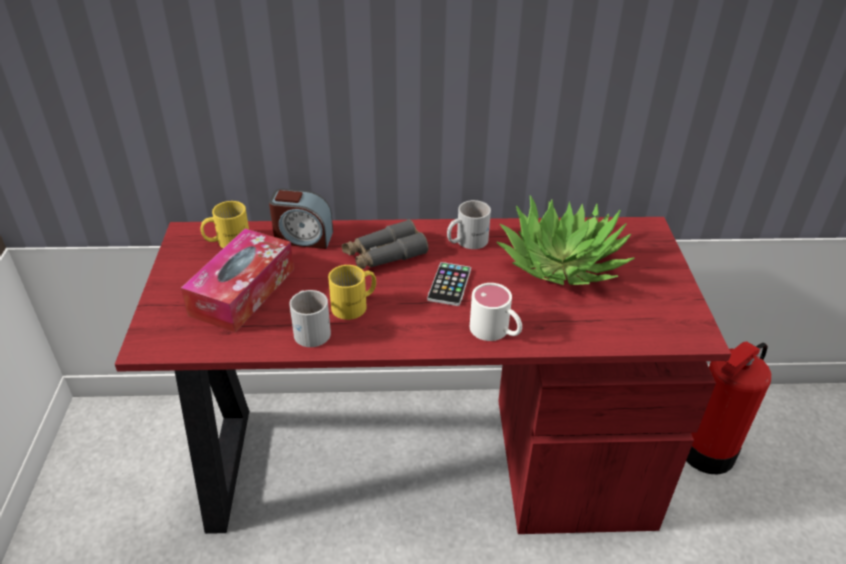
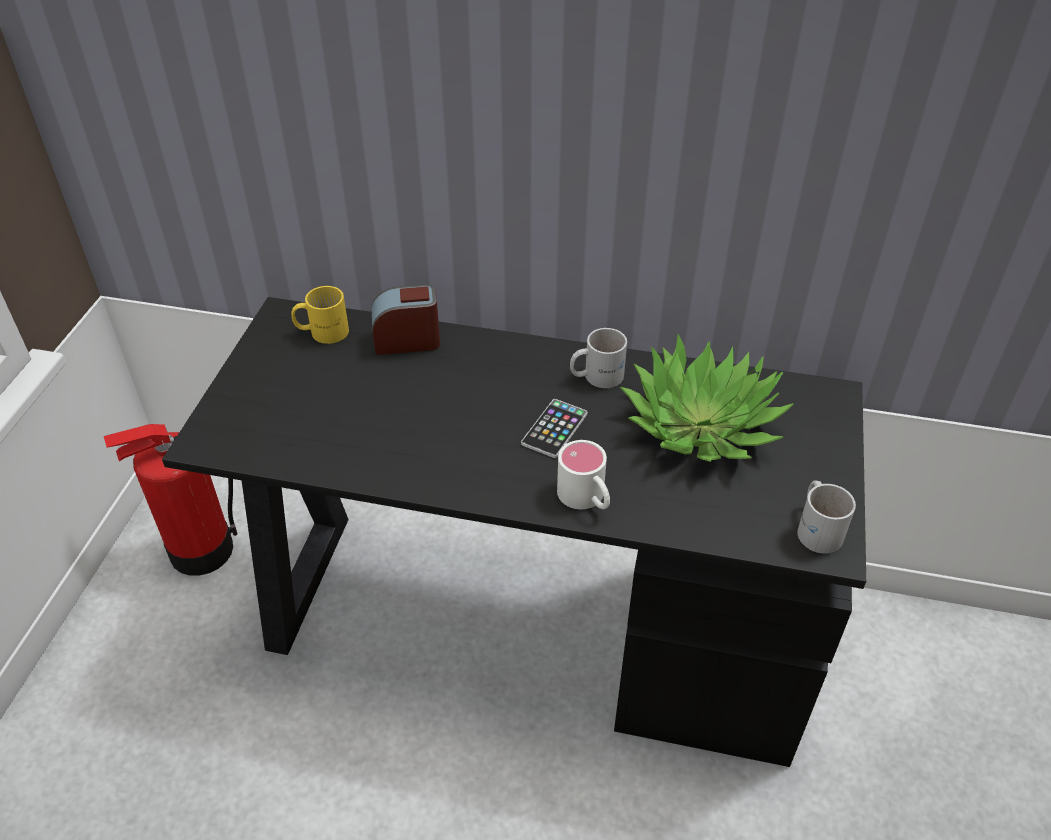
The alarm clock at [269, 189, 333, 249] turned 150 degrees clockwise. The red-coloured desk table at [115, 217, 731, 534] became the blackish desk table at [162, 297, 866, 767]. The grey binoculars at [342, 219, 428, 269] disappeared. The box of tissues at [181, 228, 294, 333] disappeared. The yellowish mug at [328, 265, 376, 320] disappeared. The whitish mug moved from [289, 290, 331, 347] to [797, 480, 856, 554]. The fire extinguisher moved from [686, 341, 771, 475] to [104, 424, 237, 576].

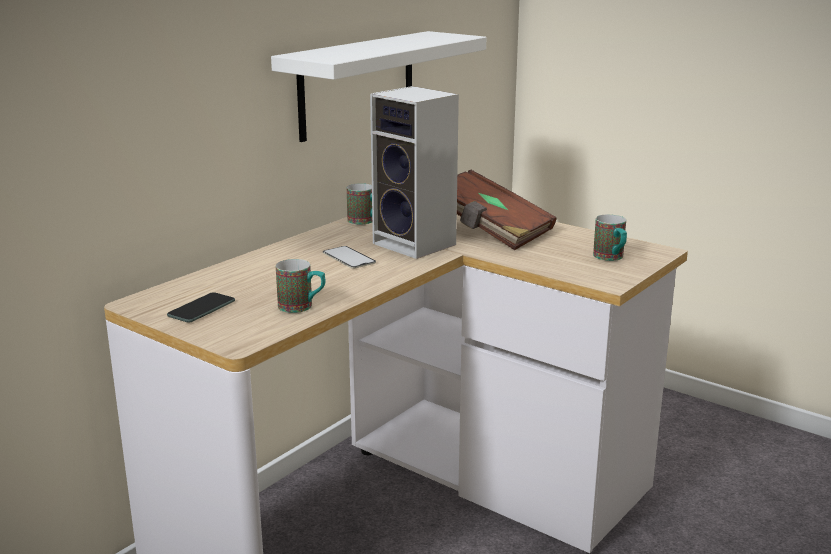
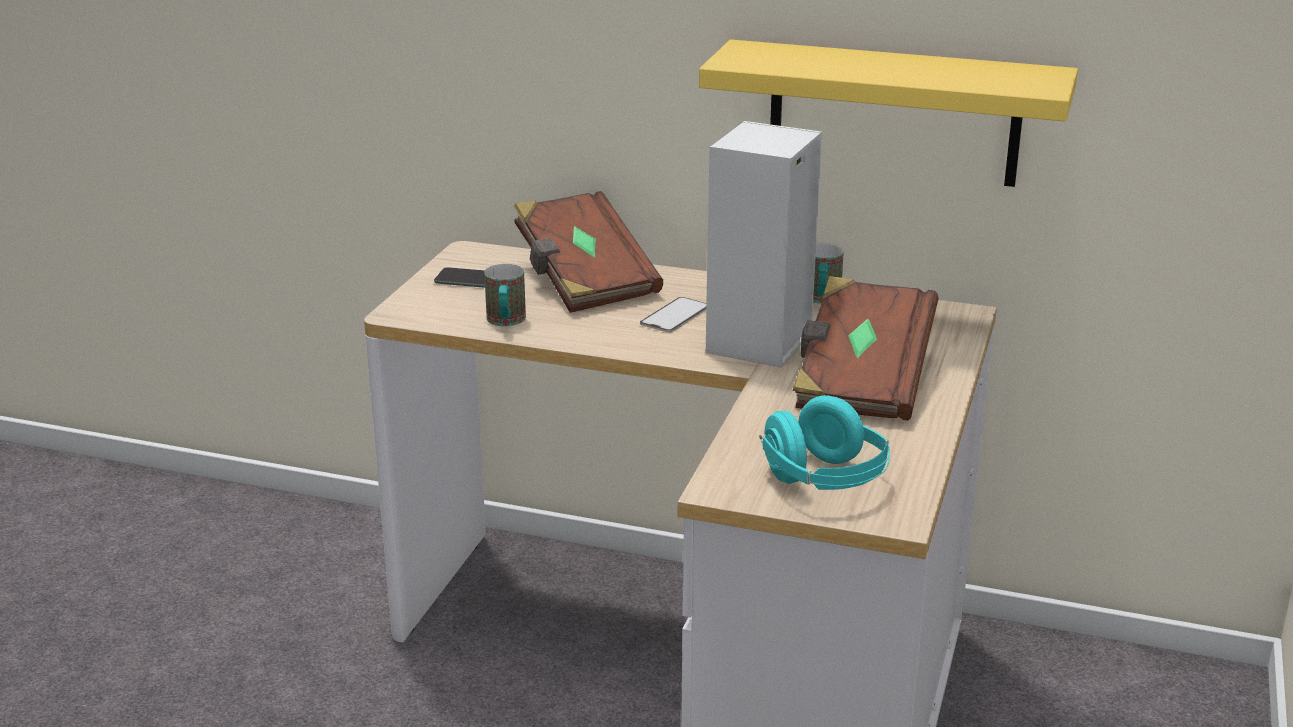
The whitish bracket shelf at [271, 31, 486, 142] became the yellowish bracket shelf at [699, 40, 1078, 187]. The mug at [593, 214, 627, 261] was replaced by the turquoise-coloured headphones at [759, 395, 890, 490]. The brown-coloured bound book at [514, 191, 663, 313] appeared.

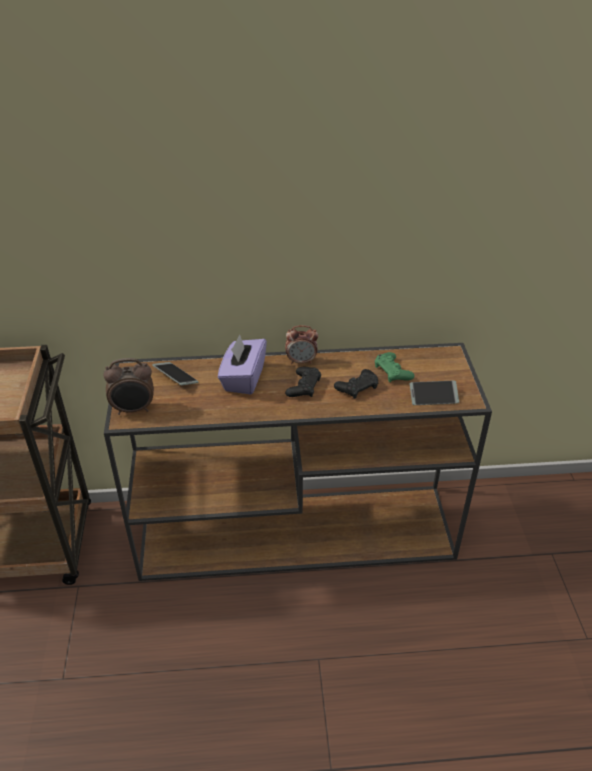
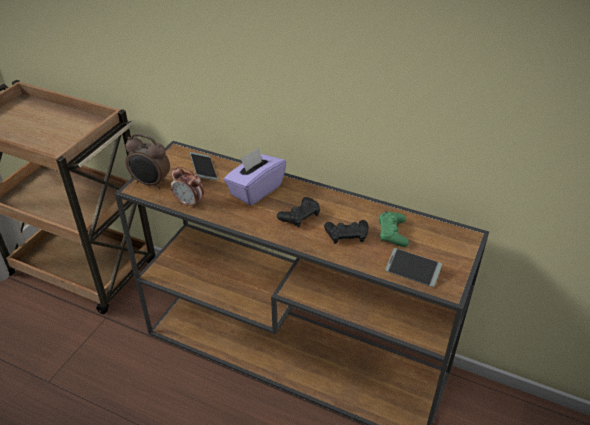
The alarm clock moved from [285, 325, 318, 364] to [171, 166, 204, 209].

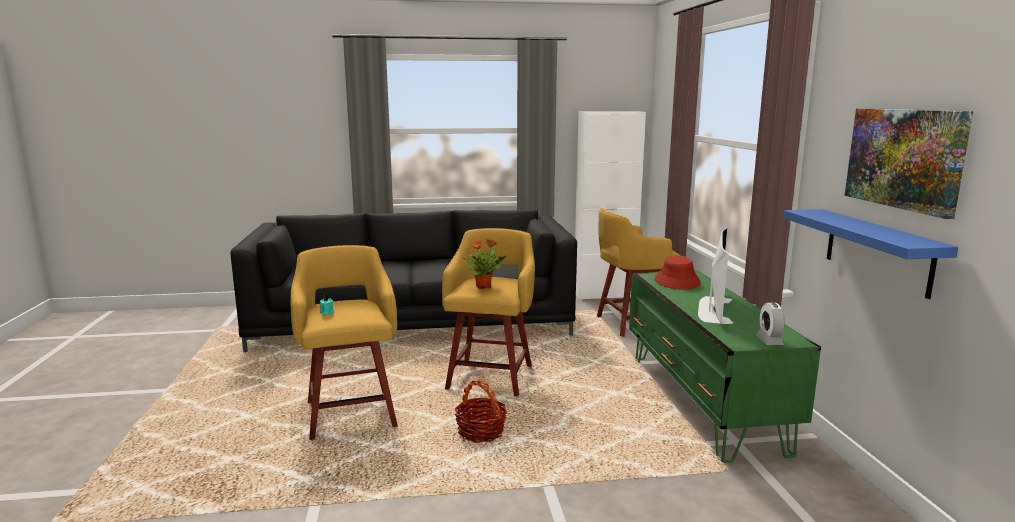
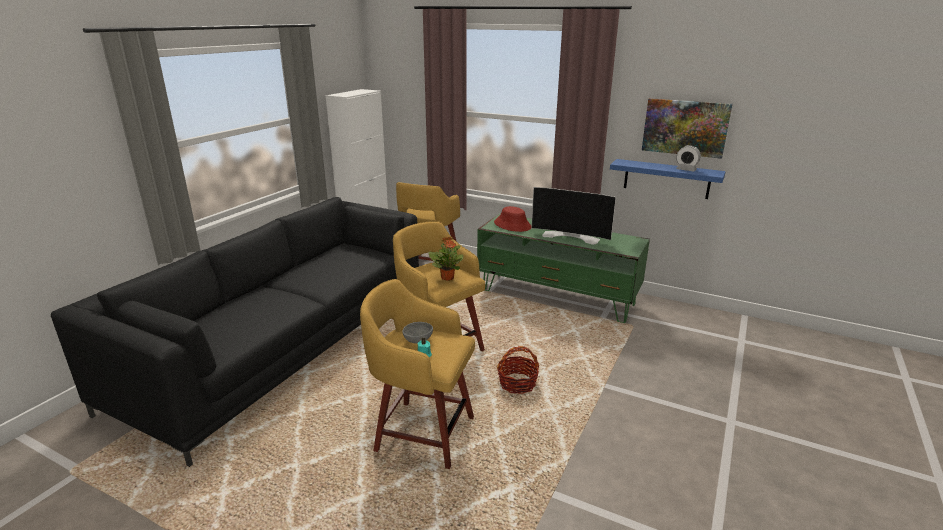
The TV at [698, 228, 733, 324] turned 150 degrees clockwise. The alarm clock moved from [756, 302, 785, 345] to [676, 145, 701, 172]. The grey bowl at [402, 322, 433, 343] appeared.

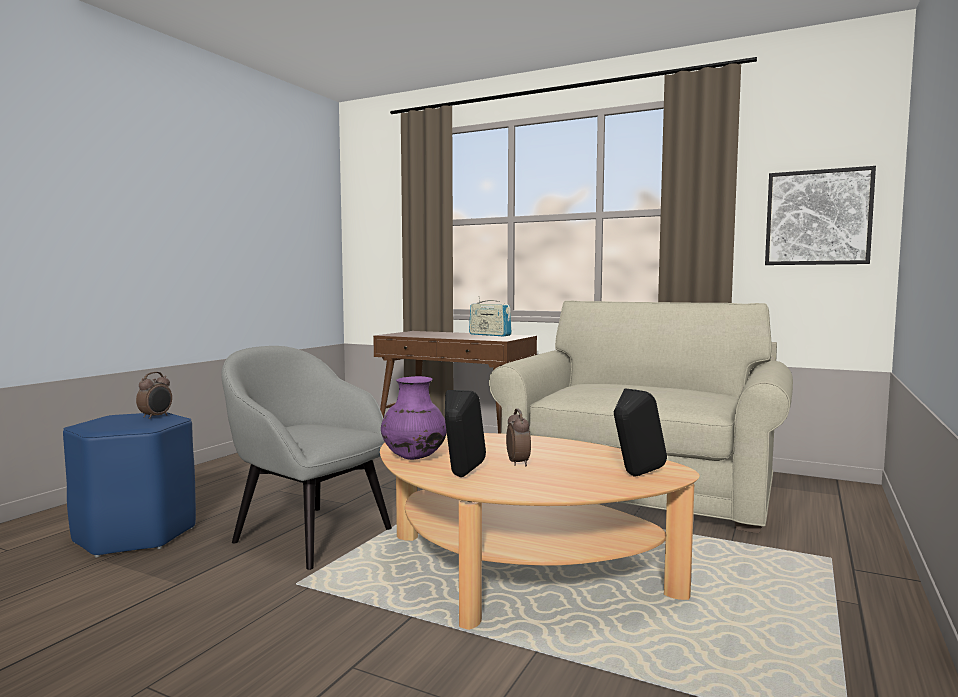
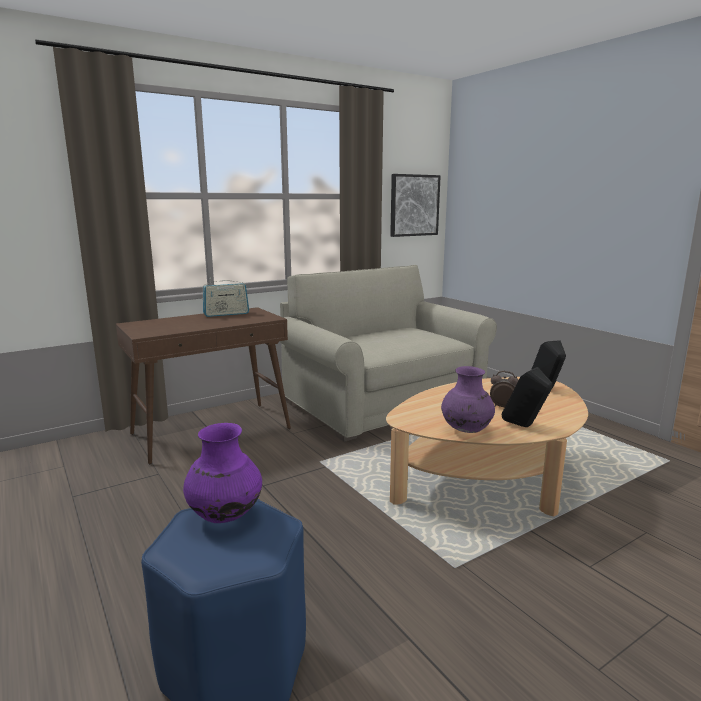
The grey armchair at [221, 346, 392, 570] disappeared. The alarm clock at [136, 372, 172, 419] was replaced by the purple-coloured decorative vase at [183, 423, 262, 523].

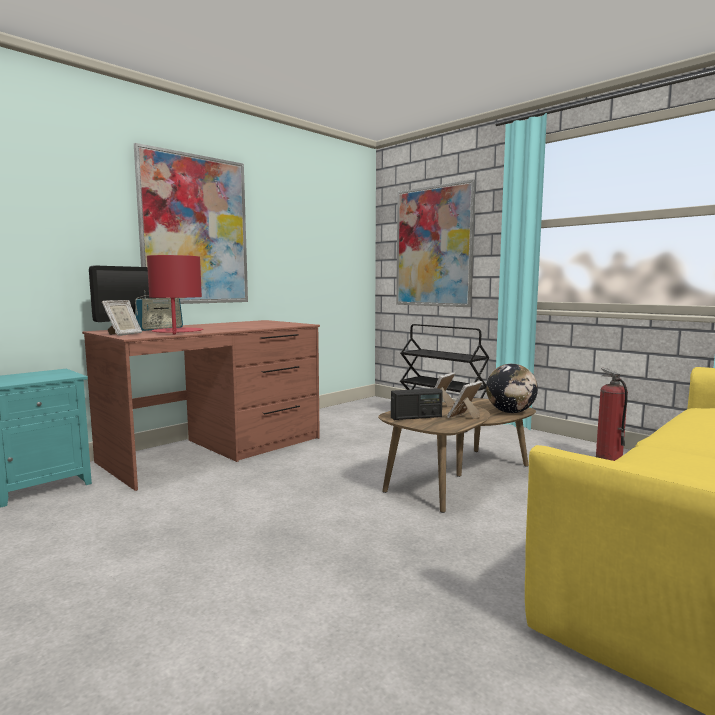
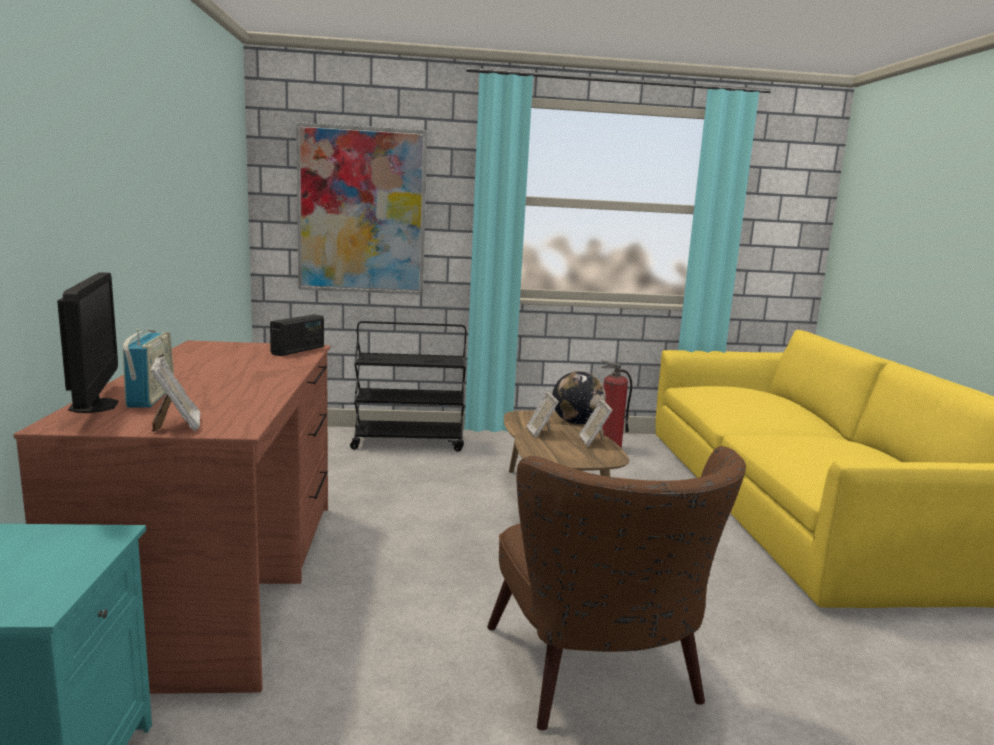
The wall picture at [134, 143, 248, 304] disappeared. The red-coloured tabletop lamp at [147, 255, 203, 335] disappeared. The radio set moved from [391, 388, 443, 420] to [270, 314, 324, 356]. The brown-coloured armchair at [487, 446, 746, 731] appeared.

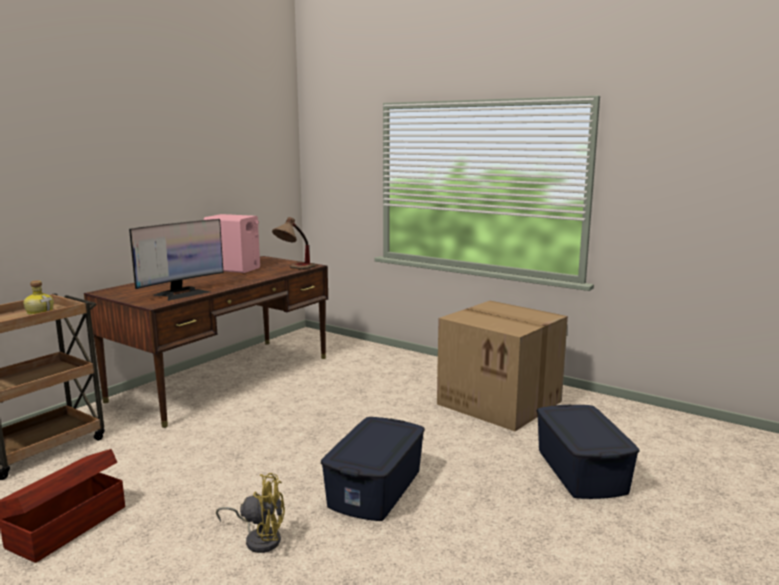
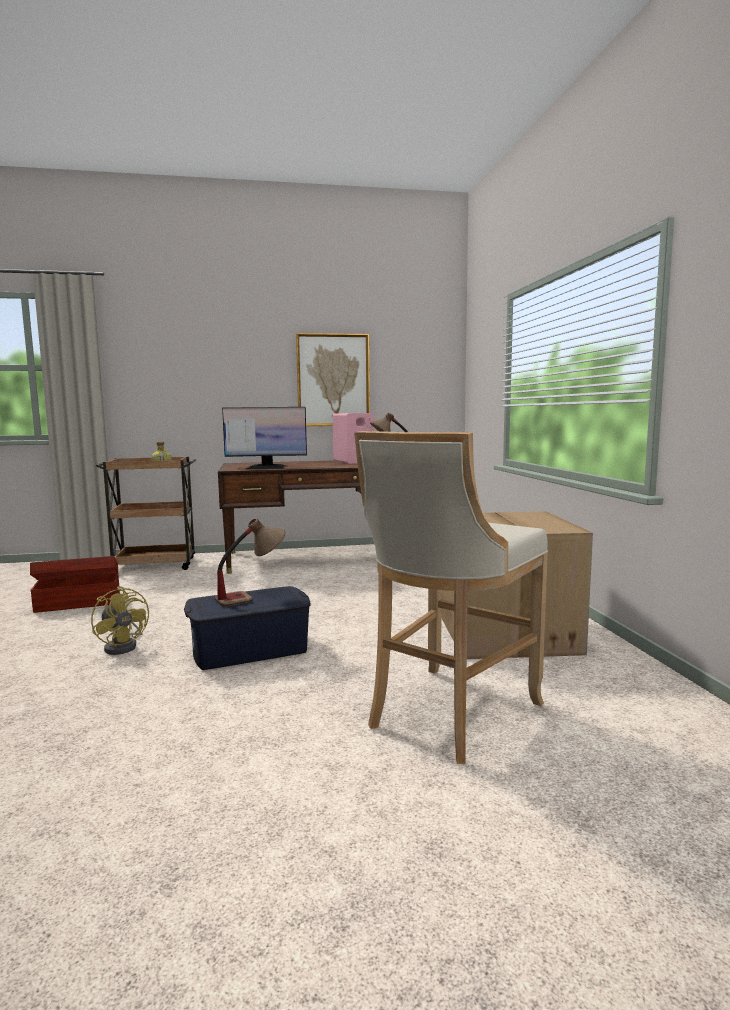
The bluish storage bin at [537, 404, 639, 499] was replaced by the beige sitting stool at [354, 431, 548, 764]. The wall picture at [296, 333, 370, 426] appeared. The tabletop lamp at [215, 518, 285, 607] appeared.

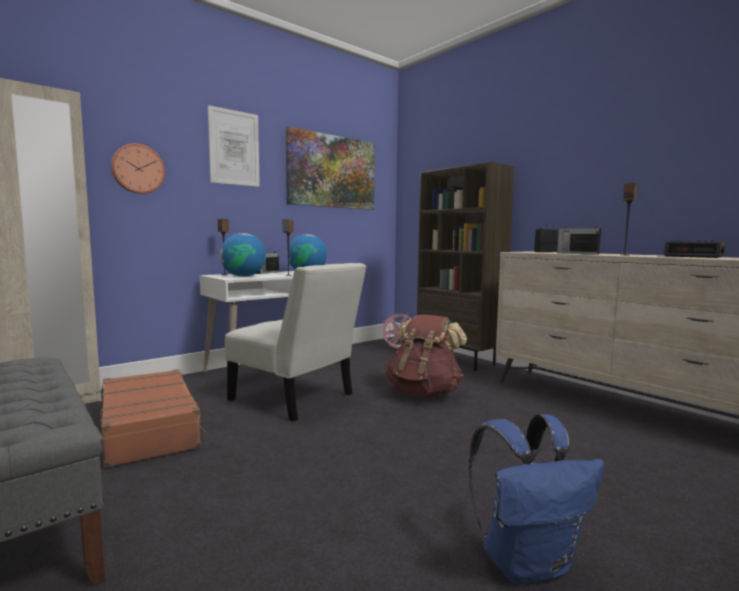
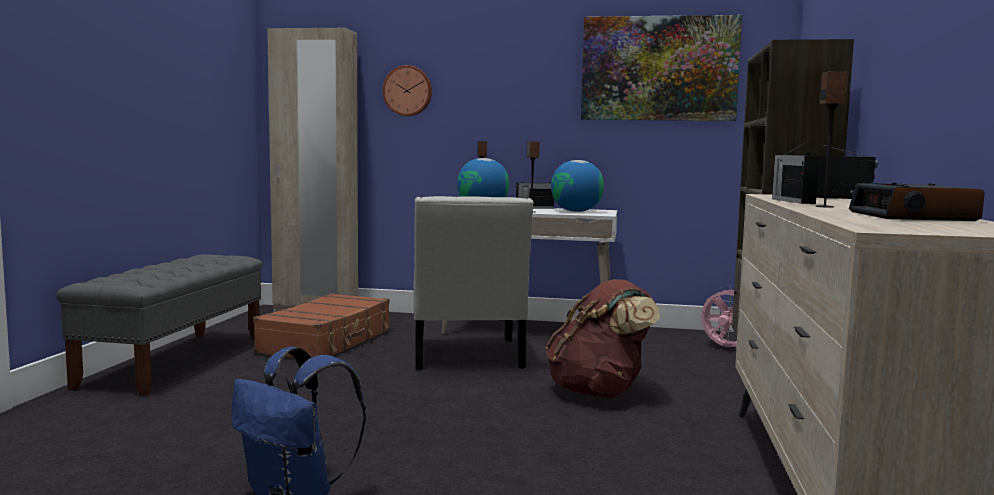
The wall picture at [208, 105, 260, 187] disappeared.

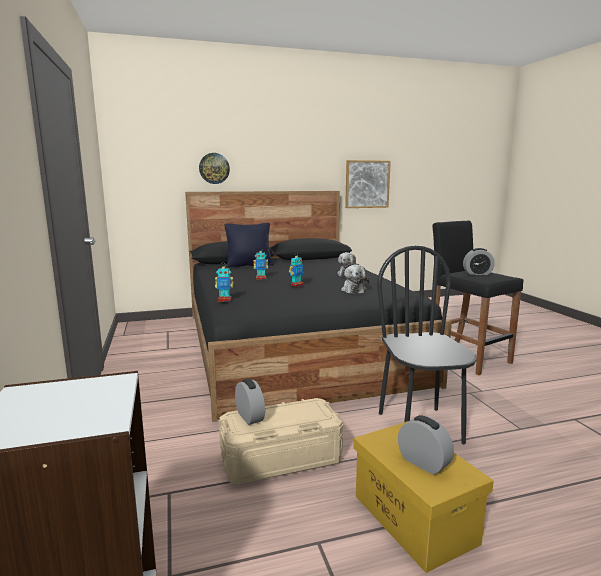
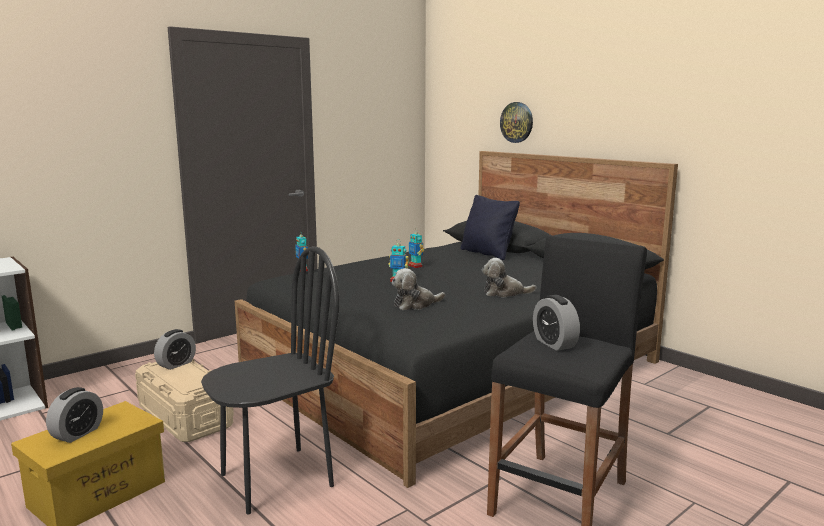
The wall picture at [345, 160, 391, 208] disappeared.

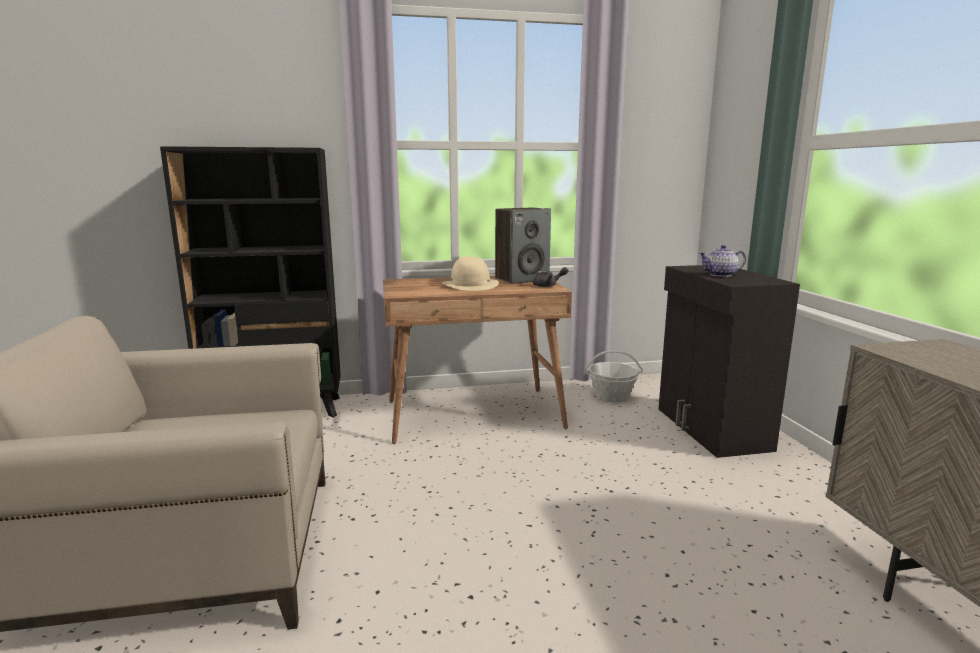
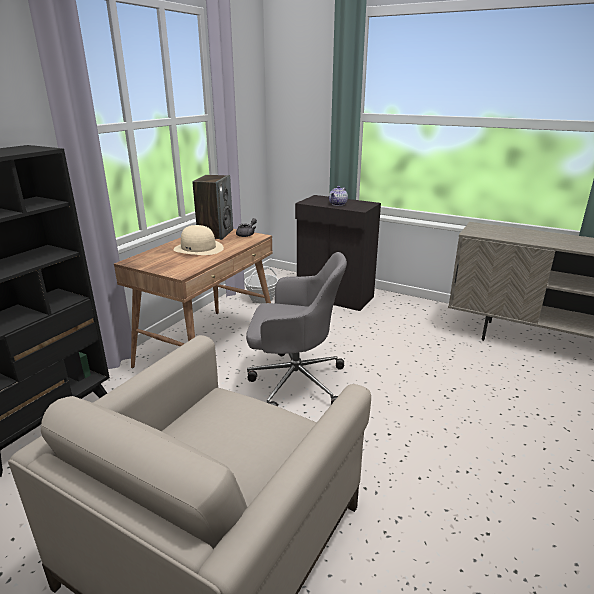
The grey office chair at [246, 252, 347, 406] appeared.

